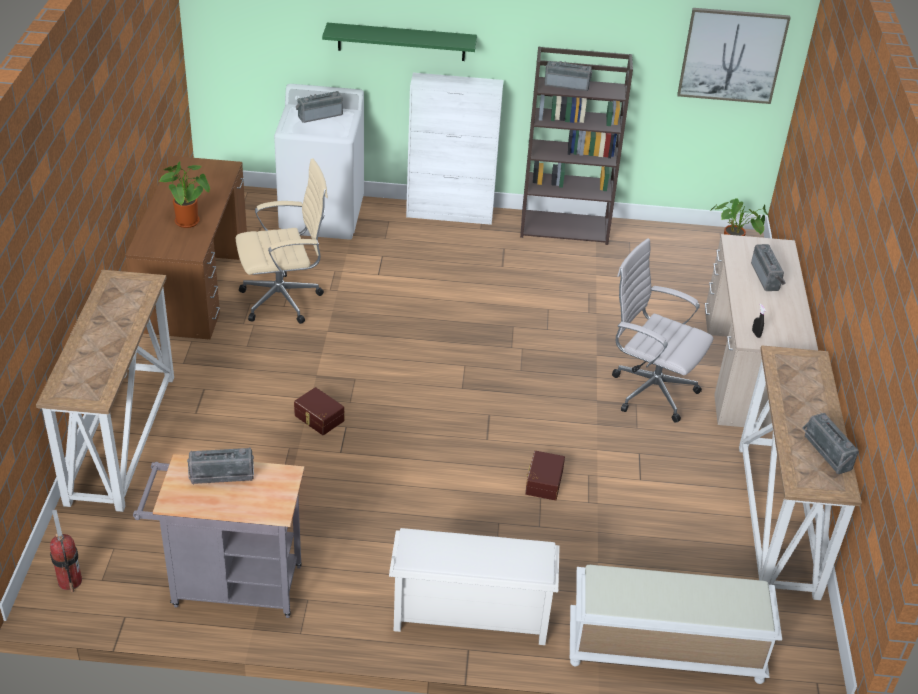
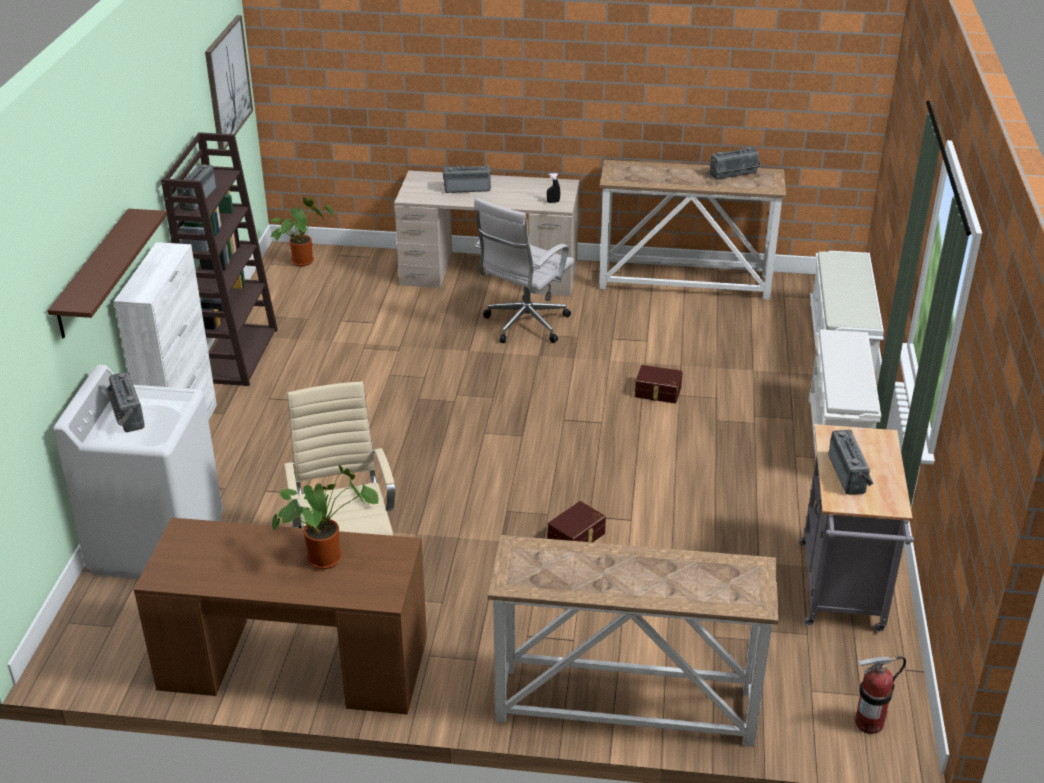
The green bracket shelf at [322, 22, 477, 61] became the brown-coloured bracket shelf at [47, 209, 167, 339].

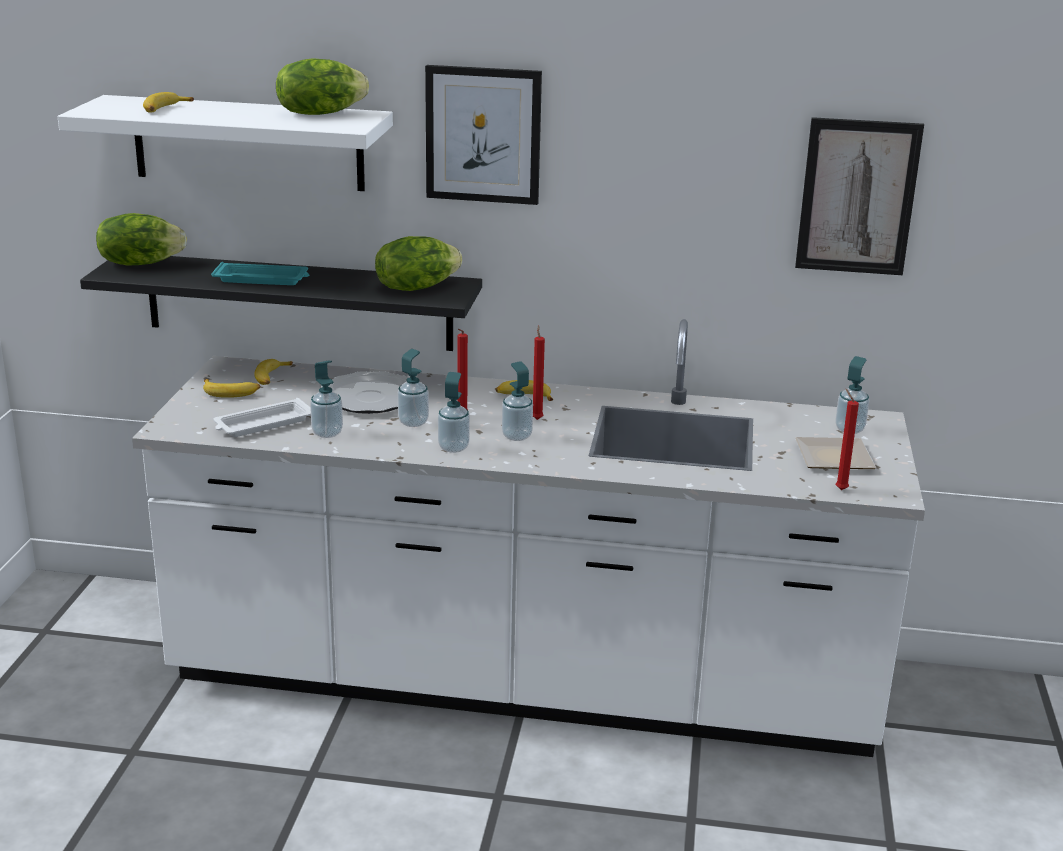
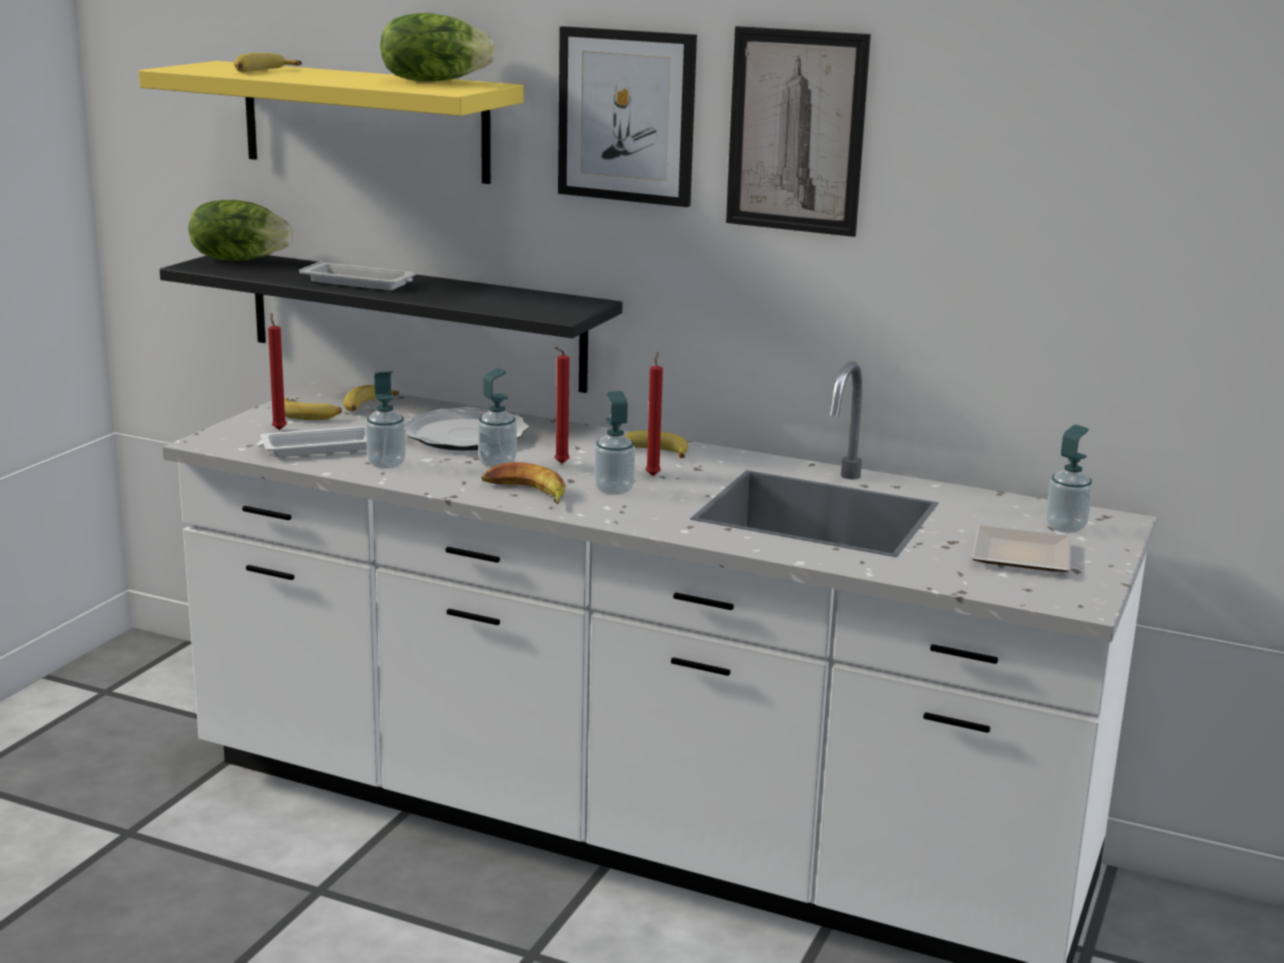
The whitish bracket shelf at [58, 95, 393, 191] became the yellowish bracket shelf at [139, 61, 524, 184]. The wall picture moved from [795, 117, 924, 275] to [726, 26, 871, 237]. The lettuce head at [375, 236, 462, 291] disappeared. The turquoise-coloured serving tray at [211, 262, 310, 285] became the whitish serving tray at [299, 261, 416, 290]. The liquid soap bottle at [438, 372, 470, 453] was replaced by the banana at [481, 462, 566, 504]. The red-coloured wax candle moved from [836, 389, 859, 490] to [268, 313, 287, 430].

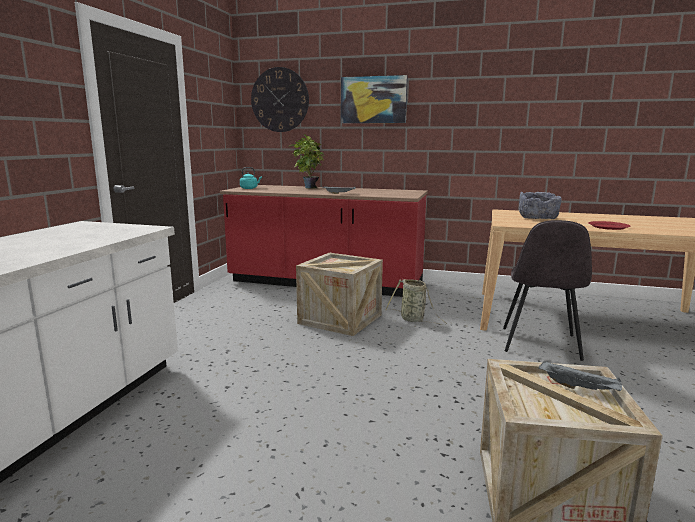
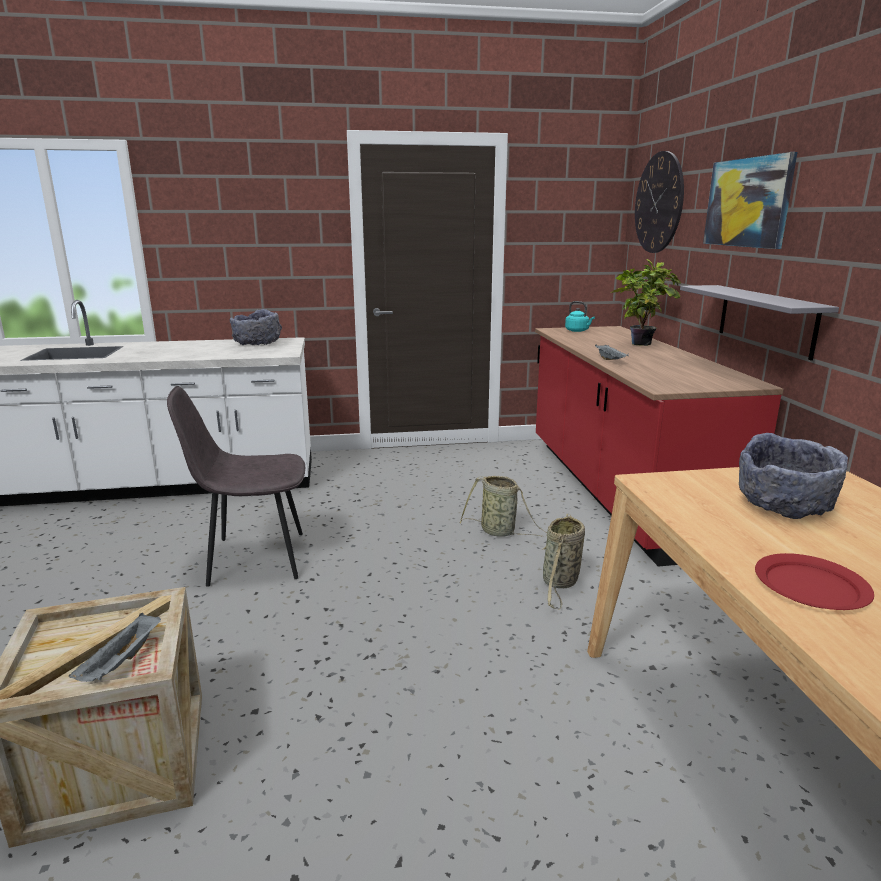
The grey upright chair moved from [503, 220, 592, 361] to [167, 386, 305, 587]. The shipping crate at [296, 253, 383, 336] was replaced by the storage basket at [460, 476, 547, 537]. The grey bracket shelf at [680, 285, 839, 361] appeared. The grey bowl at [230, 309, 282, 345] appeared.

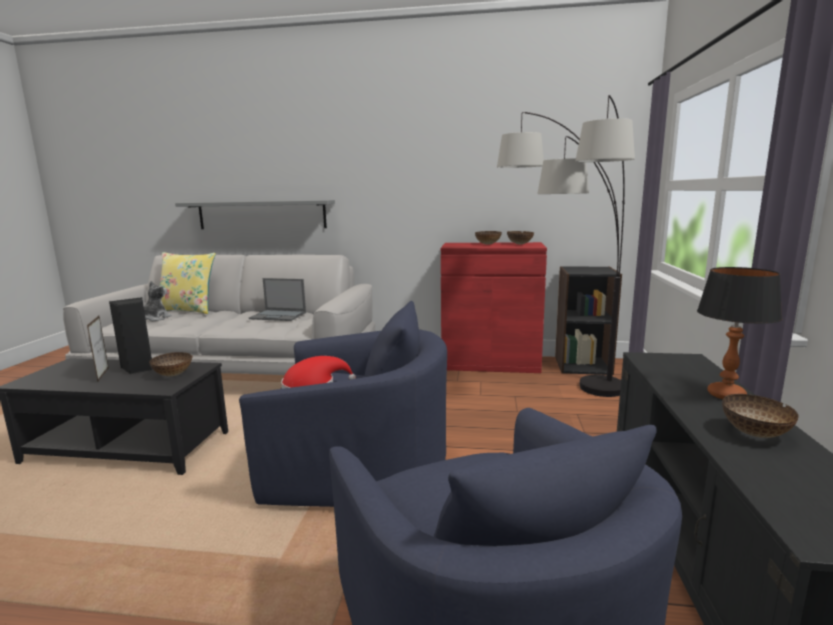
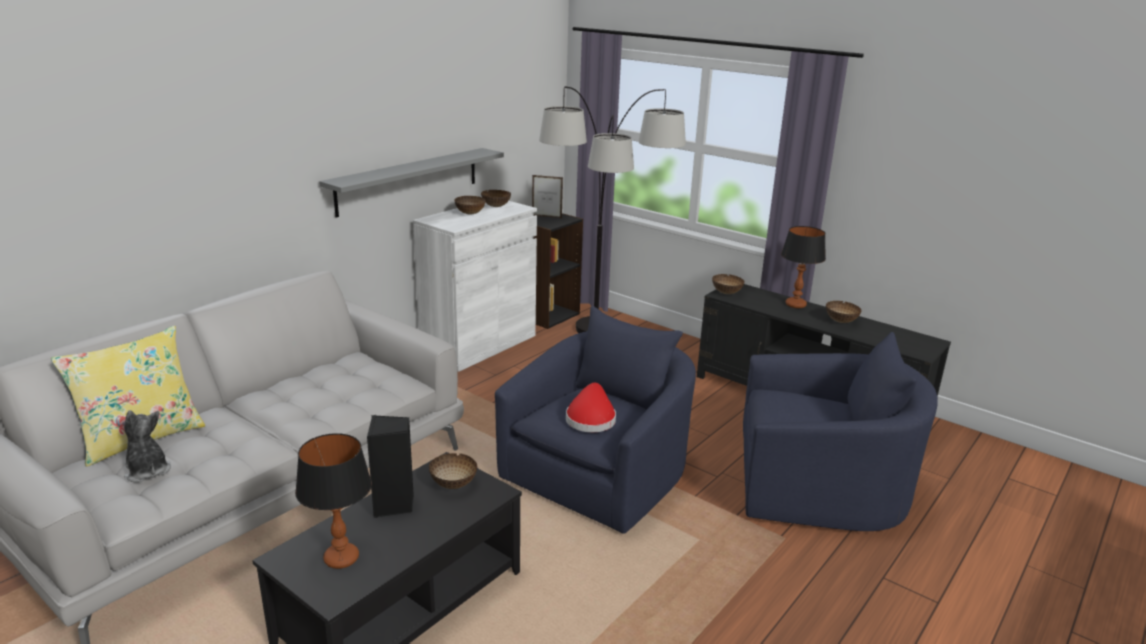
The grey bracket shelf moved from [175, 200, 335, 229] to [319, 148, 504, 217]. The red-coloured storage cabinet at [441, 242, 547, 373] became the whitish storage cabinet at [413, 201, 537, 372]. The portable computer at [249, 278, 306, 321] disappeared. The standing frame moved from [87, 316, 109, 381] to [532, 175, 563, 218]. The bowl at [712, 274, 745, 294] appeared. The tabletop lamp at [295, 433, 372, 569] appeared.

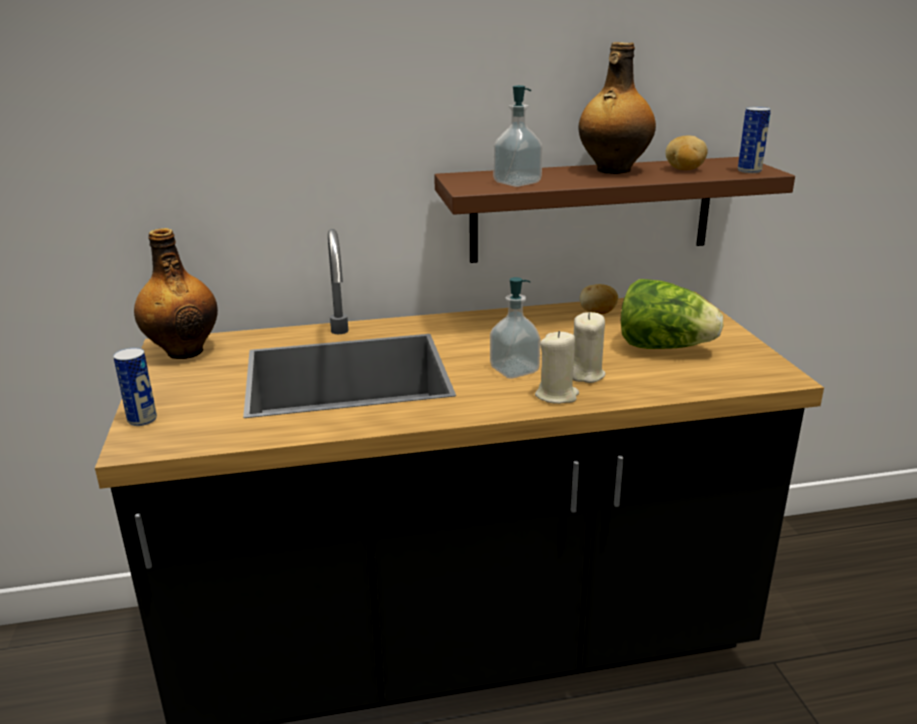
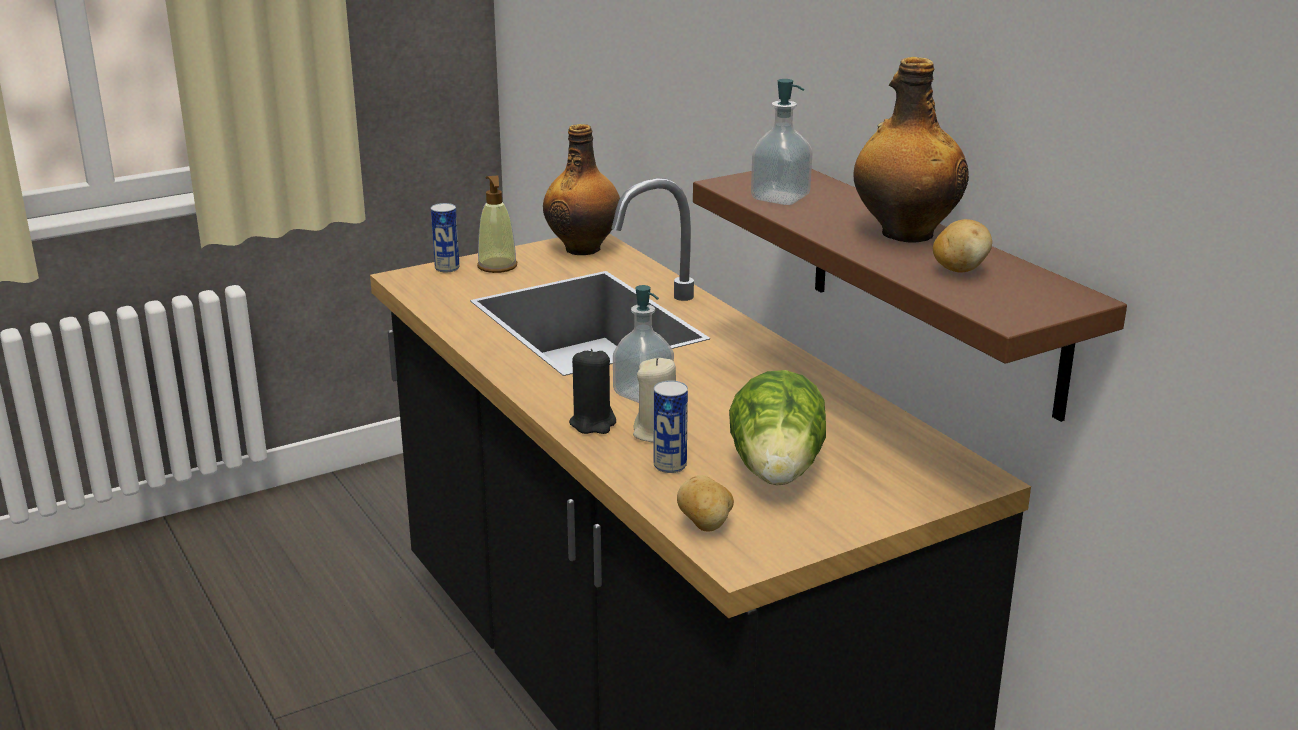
The can moved from [738, 107, 771, 173] to [654, 380, 688, 473]. The potato moved from [580, 284, 618, 314] to [677, 475, 734, 531]. The beige wax candle at [535, 331, 579, 404] became the blackish wax candle at [569, 349, 616, 434]. The liquid soap bottle at [477, 175, 517, 273] appeared.

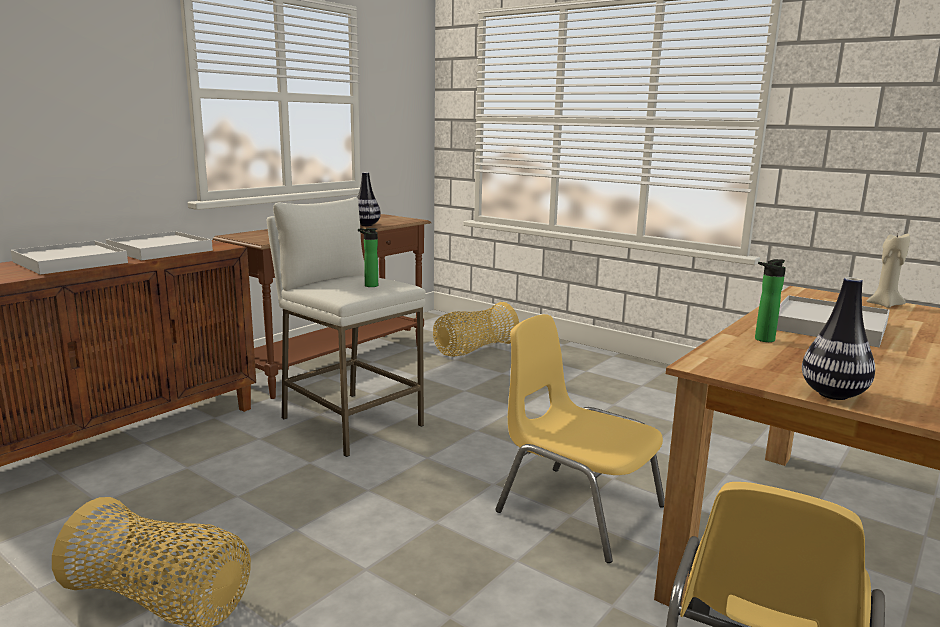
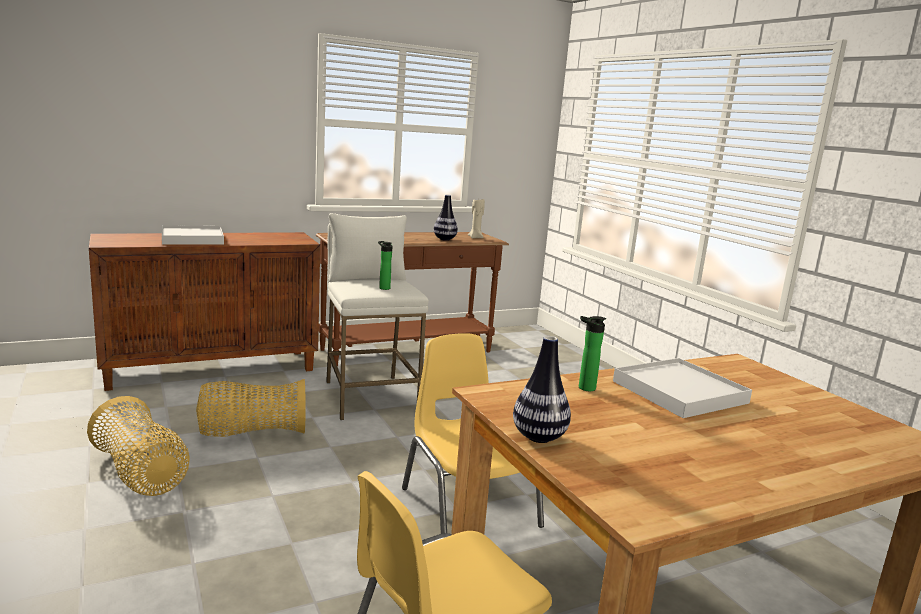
The whitish serving tray at [106, 231, 213, 260] disappeared. The beige wax candle moved from [866, 234, 910, 308] to [468, 199, 485, 238]. The storage basket moved from [433, 302, 519, 357] to [196, 379, 305, 437].

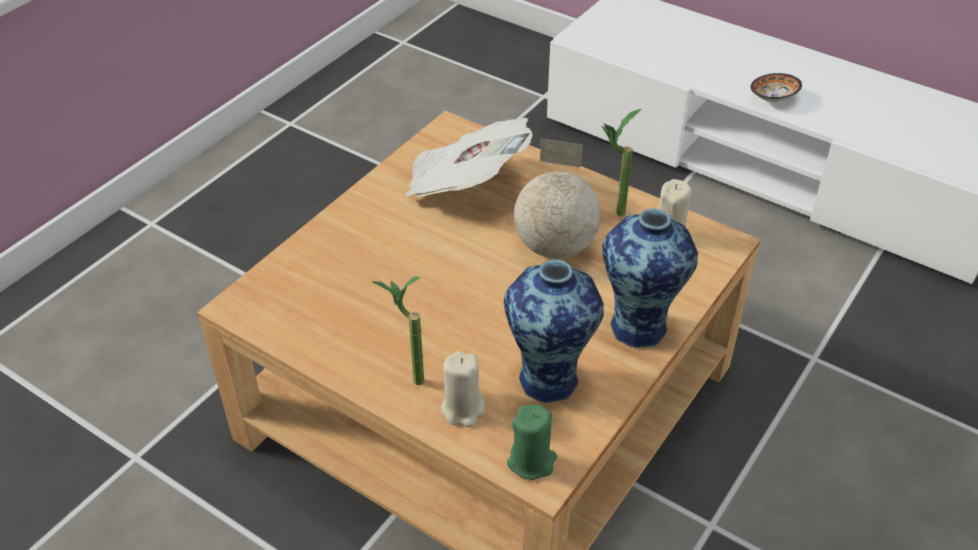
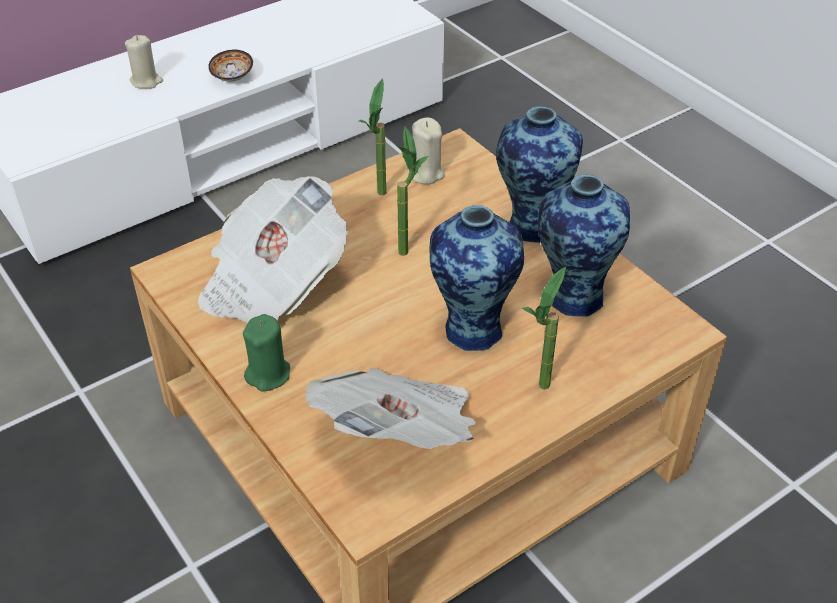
The globe at [514, 138, 601, 259] was replaced by the potted plant at [396, 126, 428, 256]. The beige wax candle moved from [441, 351, 485, 427] to [125, 35, 163, 89]. The green wax candle moved from [507, 405, 557, 480] to [243, 314, 290, 392]. The decorative vase at [429, 205, 524, 351] appeared. The daily paper at [305, 368, 476, 449] appeared.

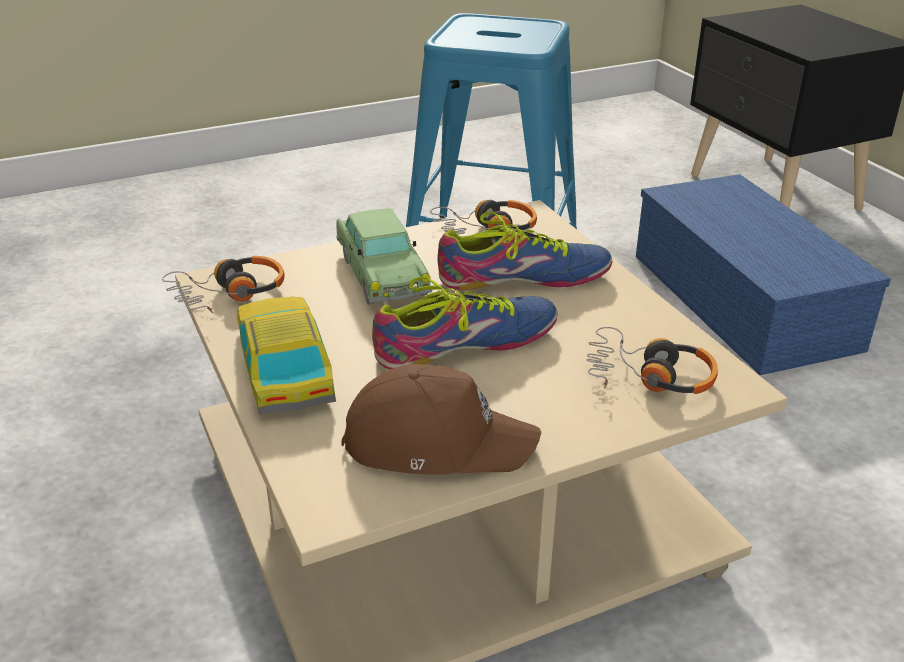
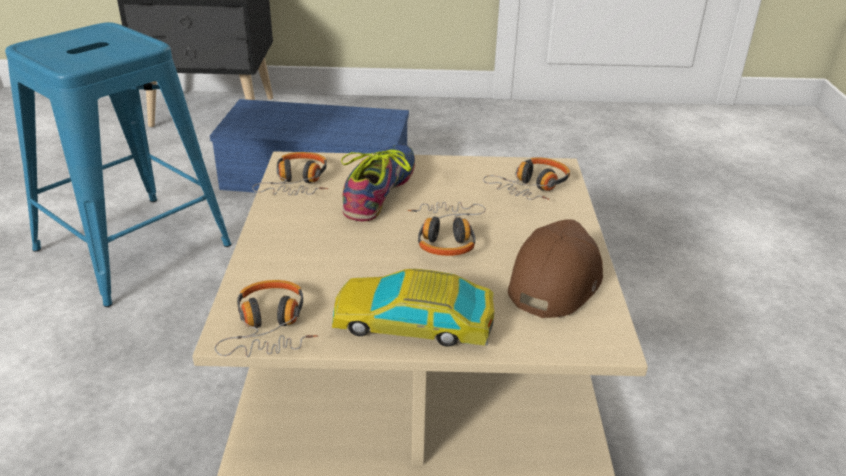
The toy car at [336, 209, 432, 305] disappeared. The low shoe at [372, 277, 557, 370] was replaced by the headphones at [407, 202, 486, 256].

